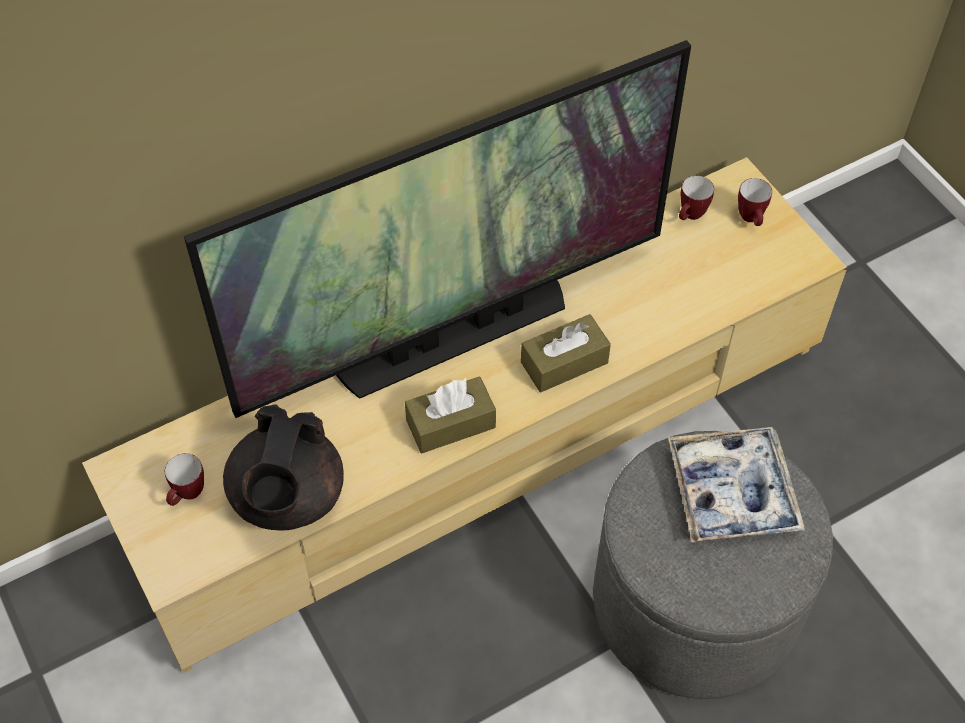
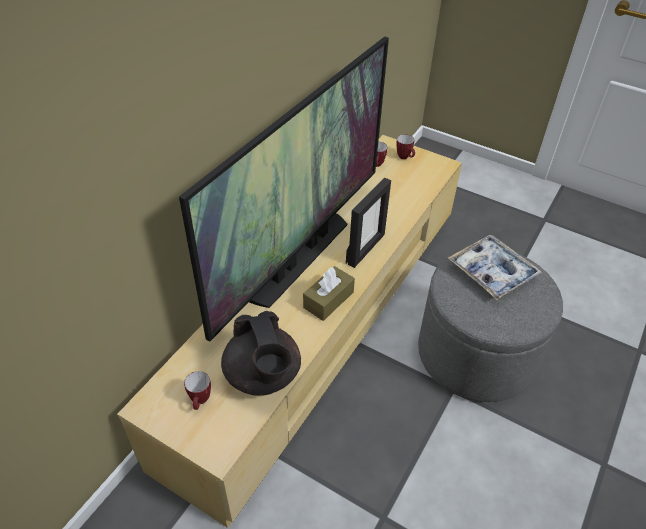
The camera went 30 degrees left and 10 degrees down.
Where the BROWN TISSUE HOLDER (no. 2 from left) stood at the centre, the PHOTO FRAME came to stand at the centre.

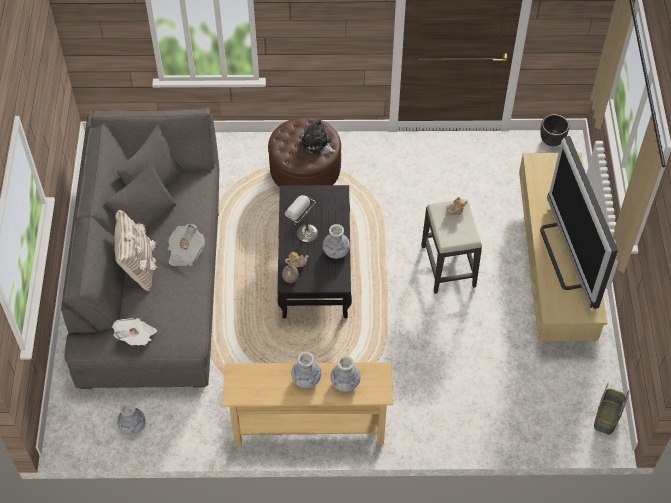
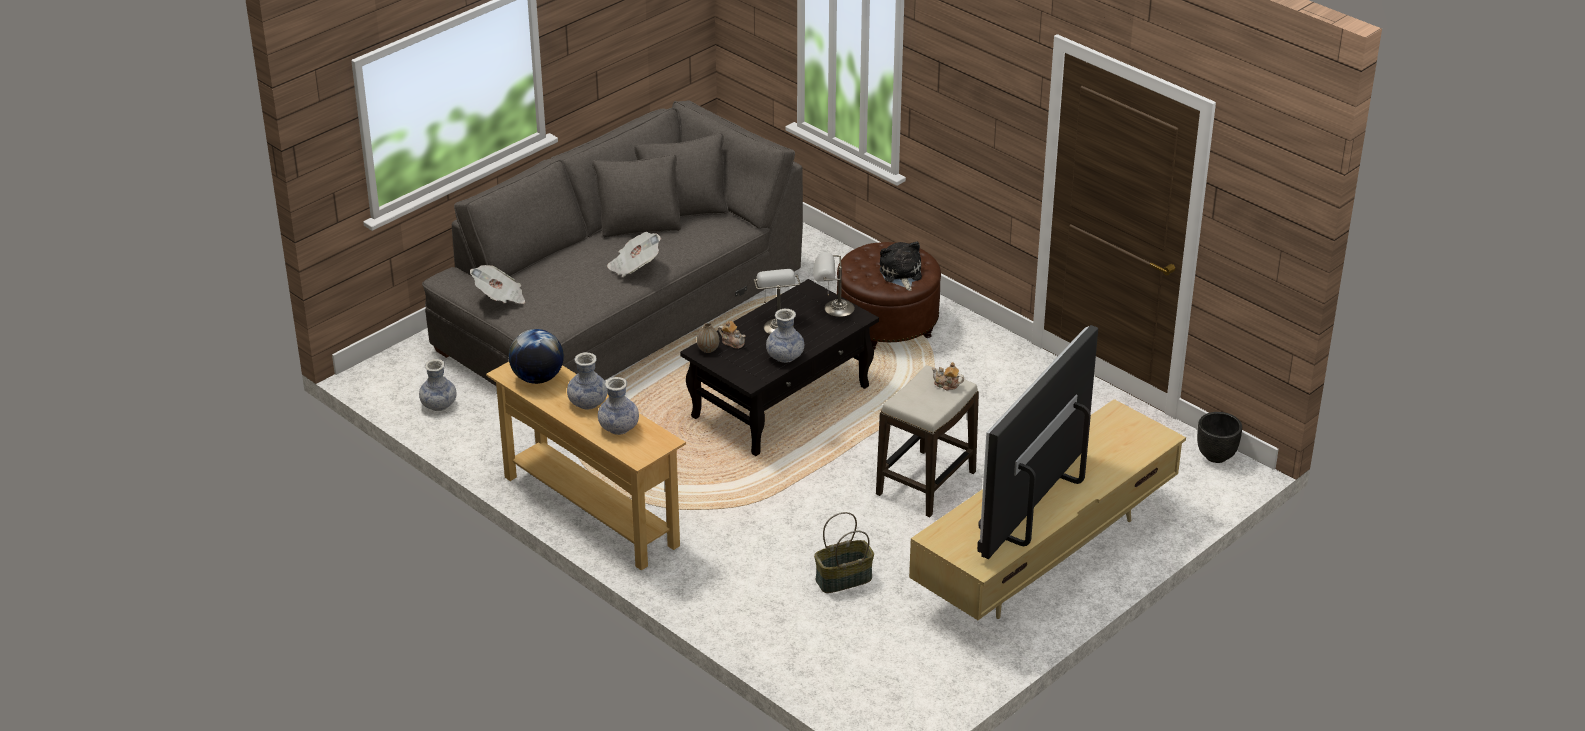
The camera went 45 degrees right and 20 degrees down.
The second view lost the SAND-COLOURED PILLOW at the middle left.
The STORAGE BASKET ended up elsewhere, having gone from the bottom right to the bottom centre.
The second view gained the WHITISH TABLETOP LAMP (no. 2 from left) at the centre.
The second view gained the WORLD GLOBE at the centre.

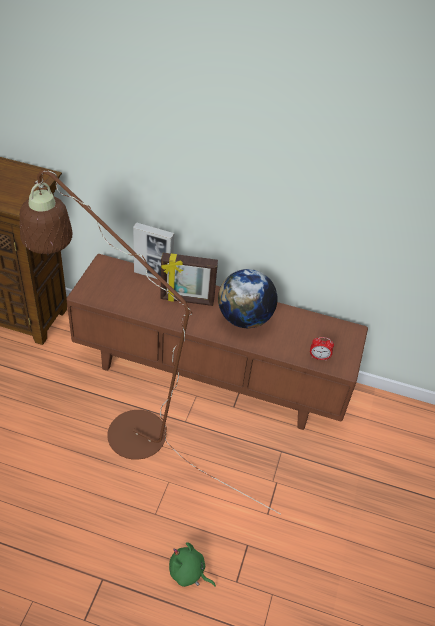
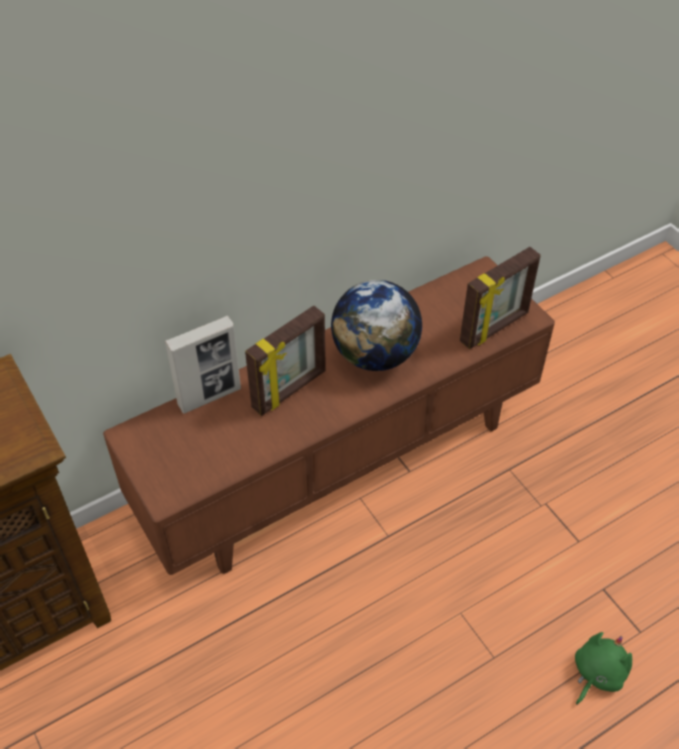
The camera went 45 degrees left and 5 degrees up.
The second view lost the BROWN STANDING LAMP at the centre.
Where the BEDSIDE CLOCK stood at the middle right, the PHOTO FRAME (no. 3 from left) came to stand at the middle right.
The GREENISH PLUSH TOY at the bottom centre ended up facing another way, 150 degrees clockwise from before.

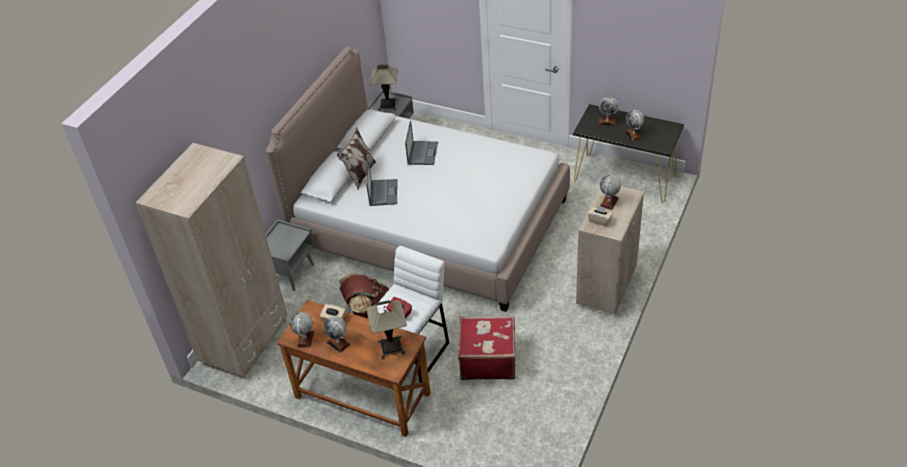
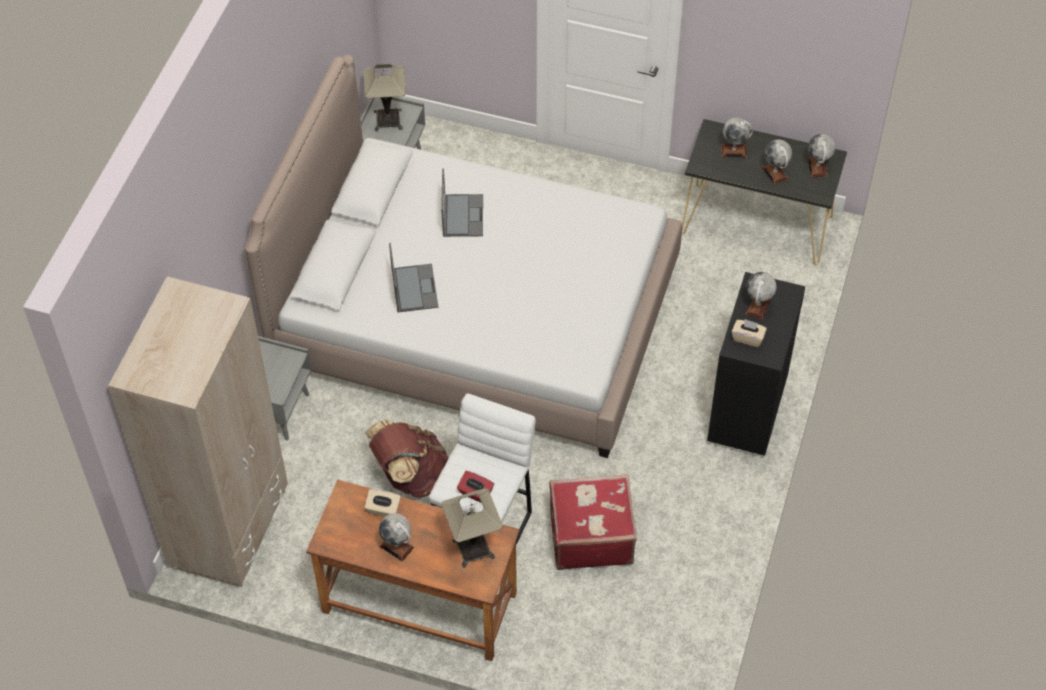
The camera went 10 degrees left and 10 degrees up.
The second view lost the PILLOW at the centre.
What was the SAND-COLOURED STORAGE CABINET at the middle right turned into the BLACK-COLOURED STORAGE CABINET at the middle right.
The WORLD GLOBE (no. 1 from left in the first image) ended up elsewhere, having gone from the bottom left to the top right.

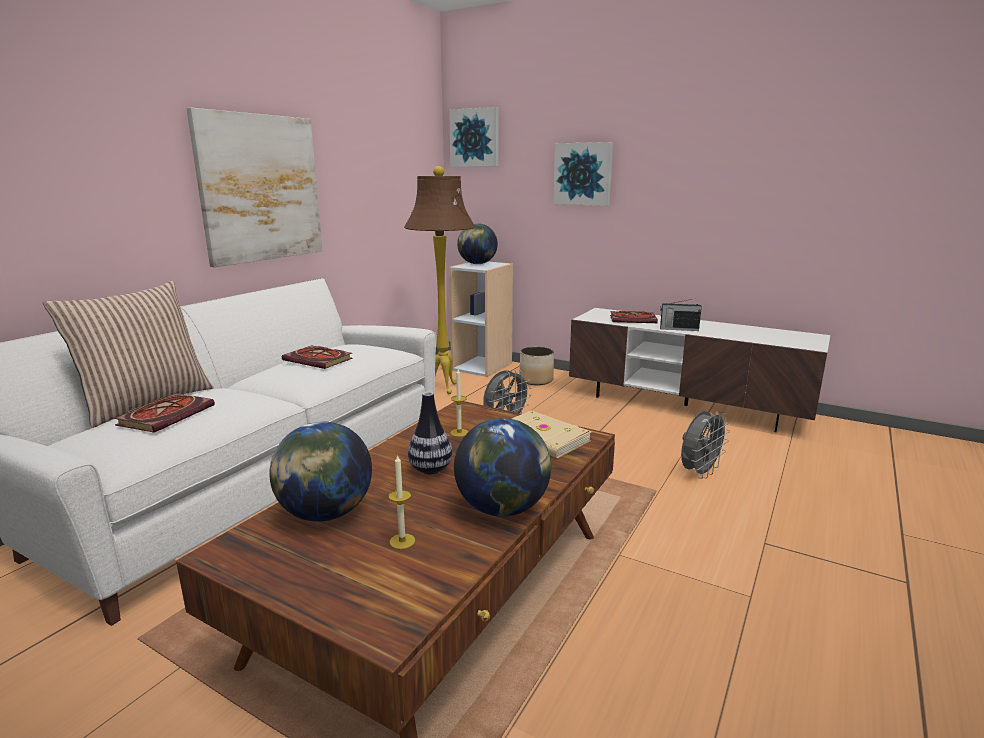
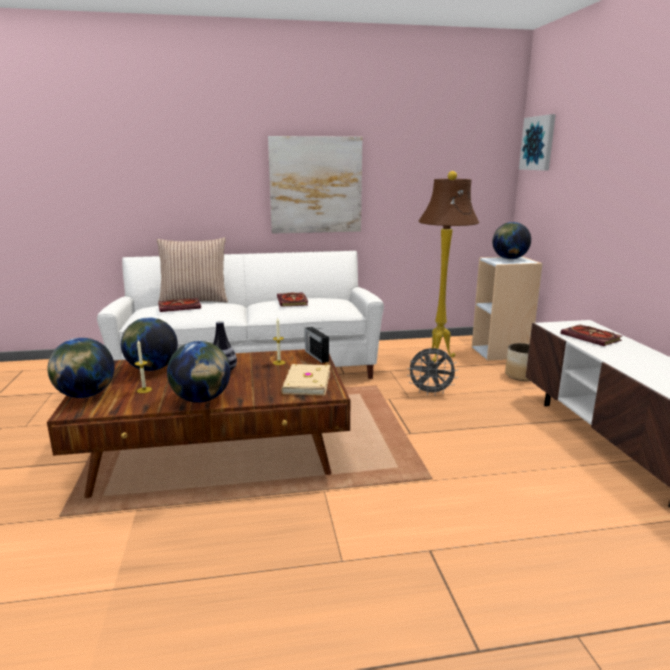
The camera went 50 degrees right and 0 degrees up.
The second view lost the PICTURE (no. 3 from left) at the top centre.
The RADIO ended up elsewhere, having gone from the middle right to the centre.
The second view lost the GREYISH ELECTRIC FAN (no. 2 from left) at the middle right.
The second view gained the WORLD GLOBE (no. 1 from left) at the middle left.

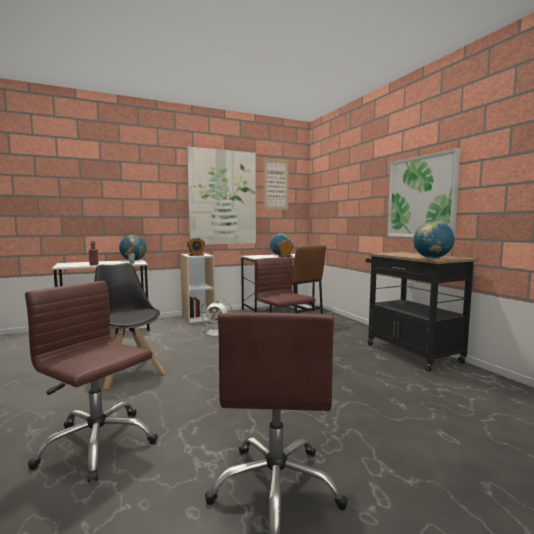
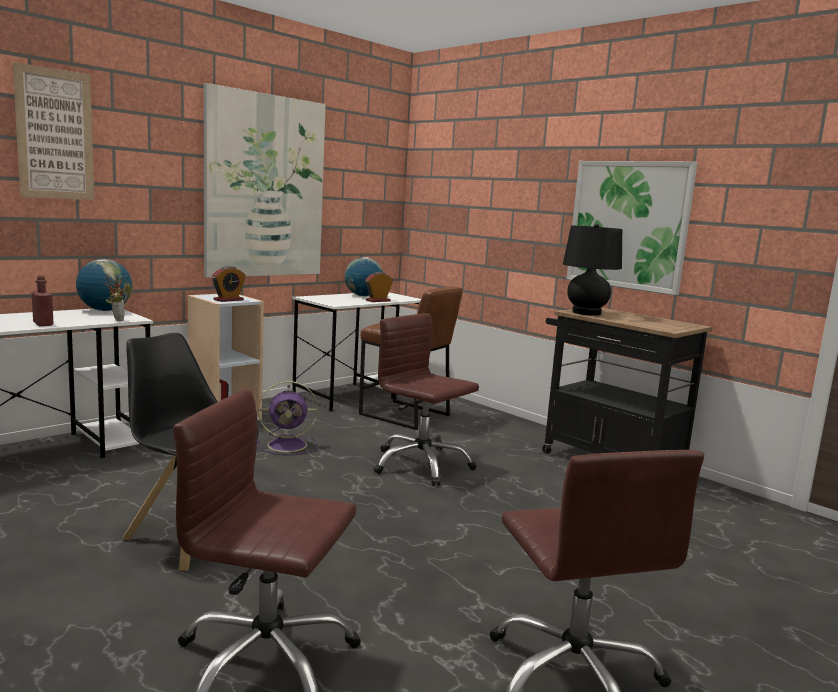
The camera went 20 degrees left and 5 degrees up.
The PICTURE (no. 2 from left in the first image) ended up elsewhere, having gone from the centre to the top left.
The second view lost the WORLD GLOBE (no. 3 from left) at the middle right.
What was the WHITISH ELECTRIC FAN at the centre turned into the PURPLE ELECTRIC FAN at the centre.
The second view gained the BLACK-COLOURED TABLETOP LAMP at the middle right.

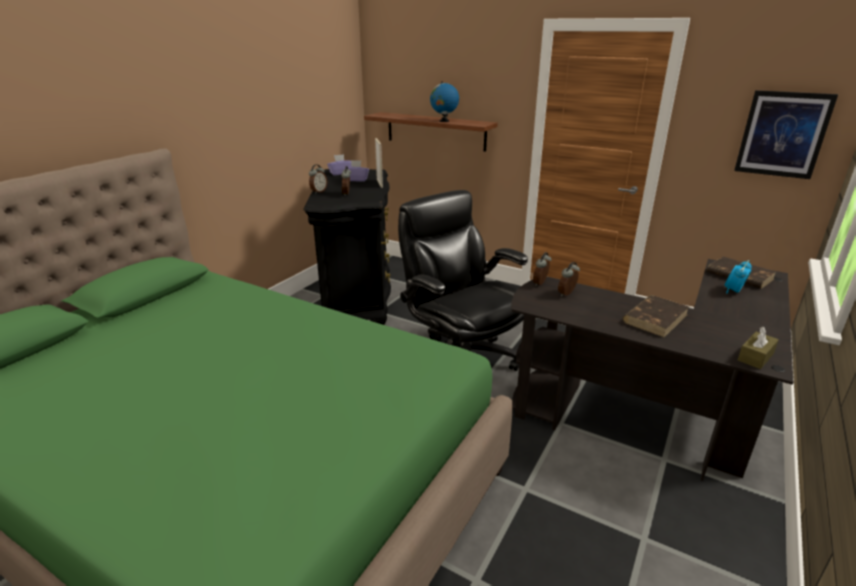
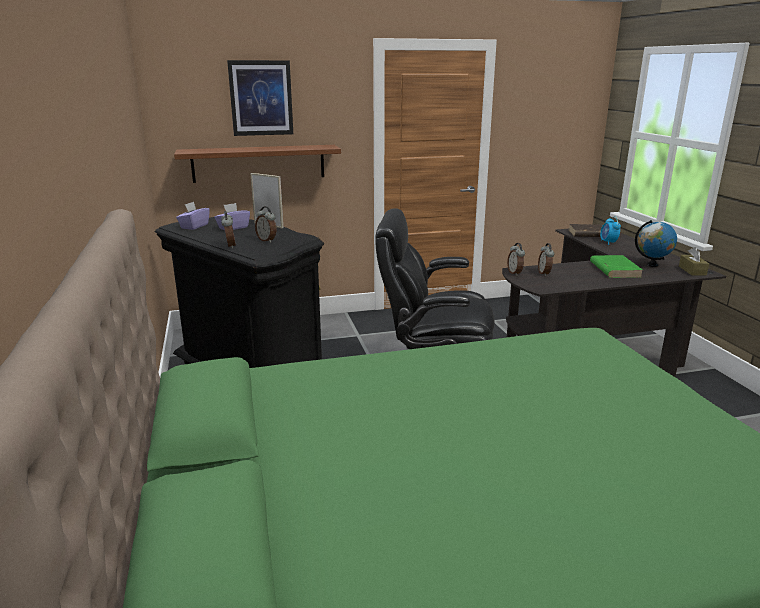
The camera went 45 degrees left and 5 degrees down.
The WORLD GLOBE ended up elsewhere, having gone from the top centre to the middle right.
The PICTURE ended up elsewhere, having gone from the top right to the top centre.
What was the BROWN VOLUME (no. 1 from left) at the middle right turned into the GREENISH VOLUME at the middle right.

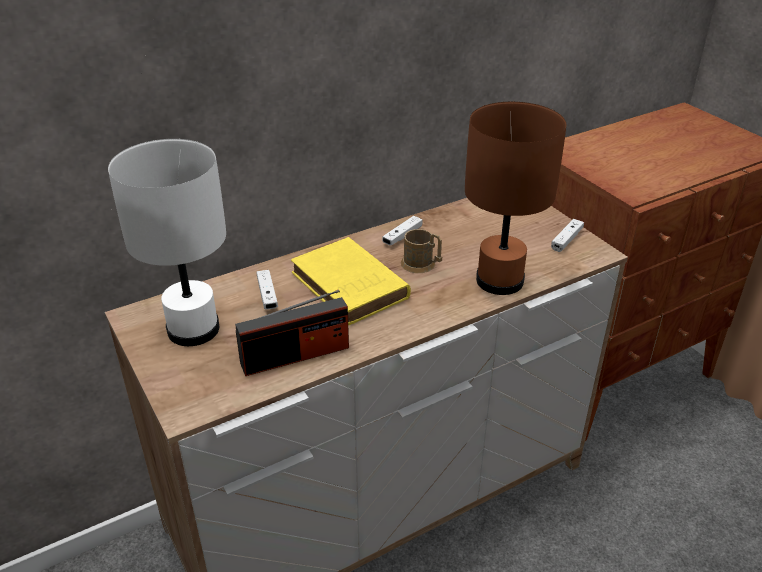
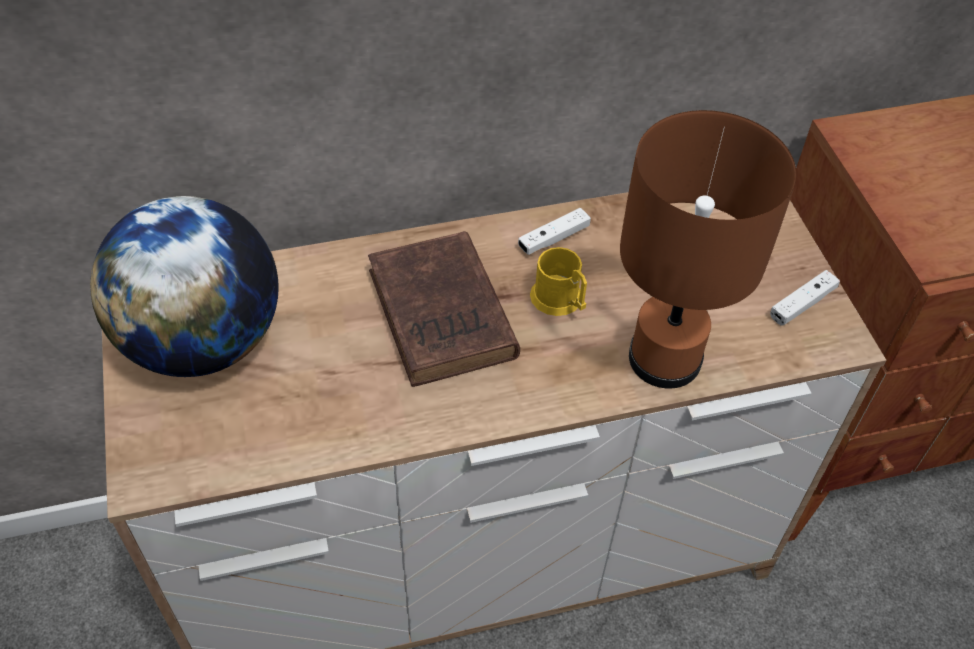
The camera went 15 degrees right and 15 degrees up.
Where the WHITISH TABLETOP LAMP stood at the middle left, the WORLD GLOBE came to stand at the middle left.
What was the BROWN MUG at the centre turned into the YELLOW MUG at the centre.
What was the YELLOW VOLUME at the centre turned into the BROWN VOLUME at the centre.
The second view lost the WHITISH GAME CONTROLLER (no. 1 from left) at the centre.
The second view lost the RADIO at the centre.

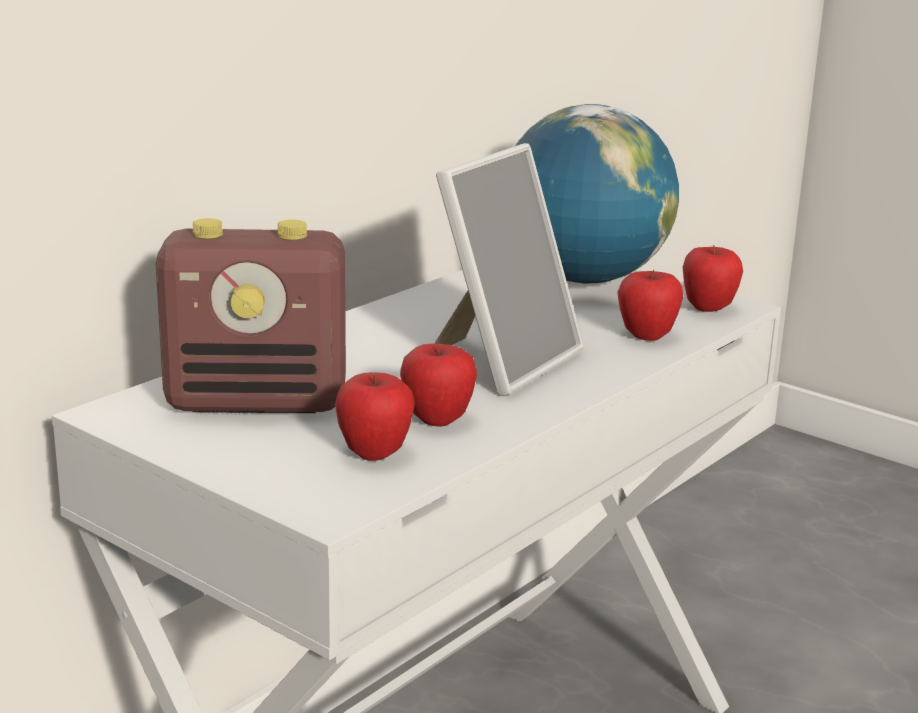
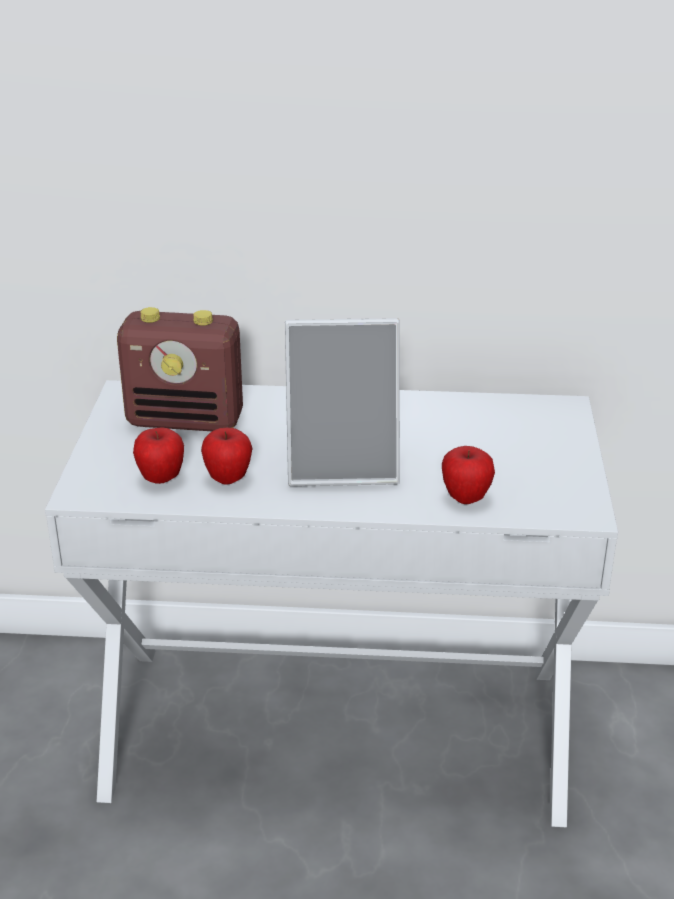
The camera went 55 degrees right and 10 degrees up.
The second view lost the WORLD GLOBE at the top centre.
The RADIO at the middle left ended up facing another way, 45 degrees counterclockwise from before.
The second view lost the APPLE FRUIT (no. 4 from left) at the middle right.

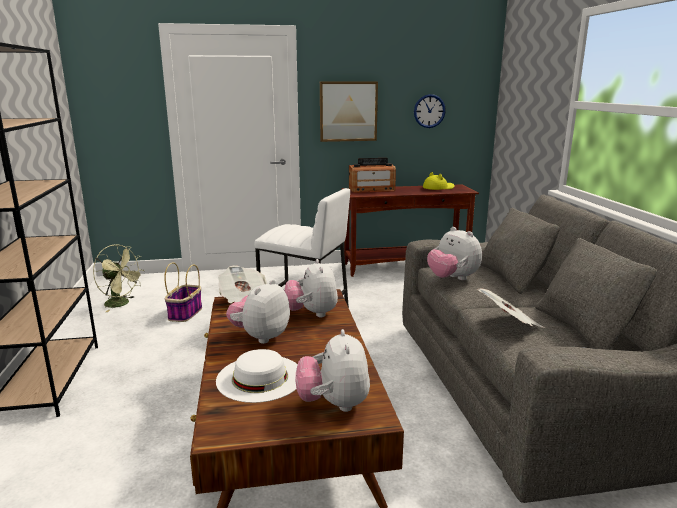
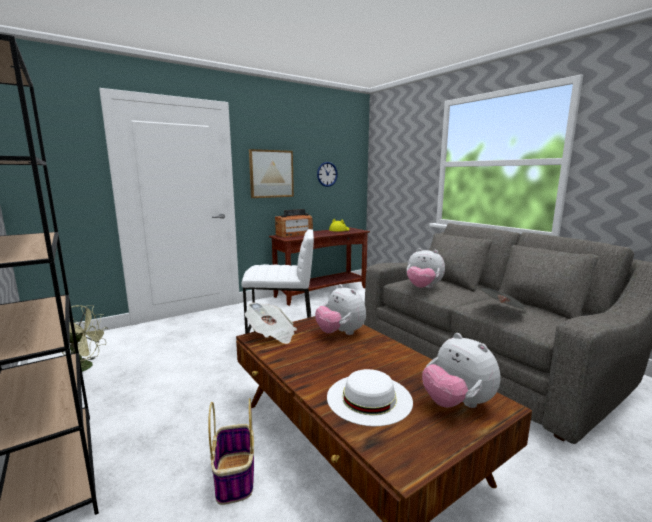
The camera went 25 degrees left and 5 degrees down.
The STORAGE BASKET ended up elsewhere, having gone from the middle left to the bottom centre.
The second view lost the PLUSH TOY (no. 1 from left) at the centre.

